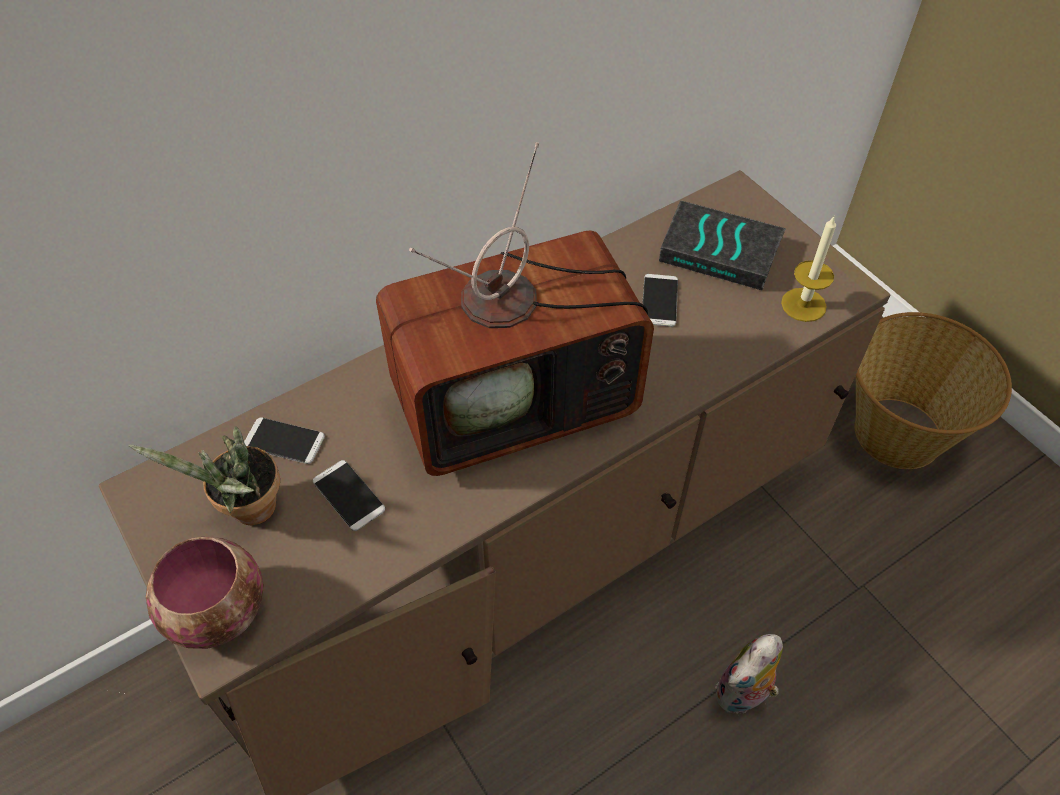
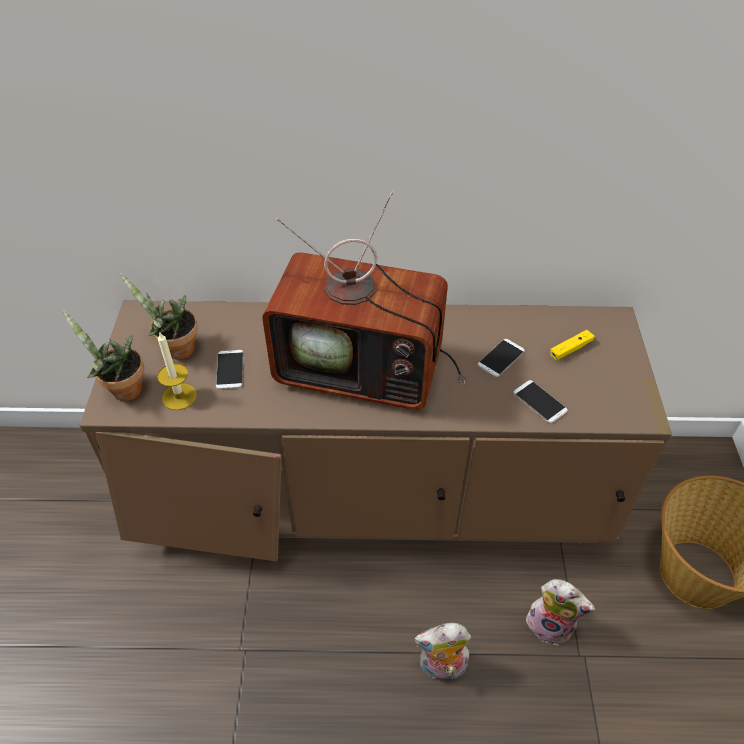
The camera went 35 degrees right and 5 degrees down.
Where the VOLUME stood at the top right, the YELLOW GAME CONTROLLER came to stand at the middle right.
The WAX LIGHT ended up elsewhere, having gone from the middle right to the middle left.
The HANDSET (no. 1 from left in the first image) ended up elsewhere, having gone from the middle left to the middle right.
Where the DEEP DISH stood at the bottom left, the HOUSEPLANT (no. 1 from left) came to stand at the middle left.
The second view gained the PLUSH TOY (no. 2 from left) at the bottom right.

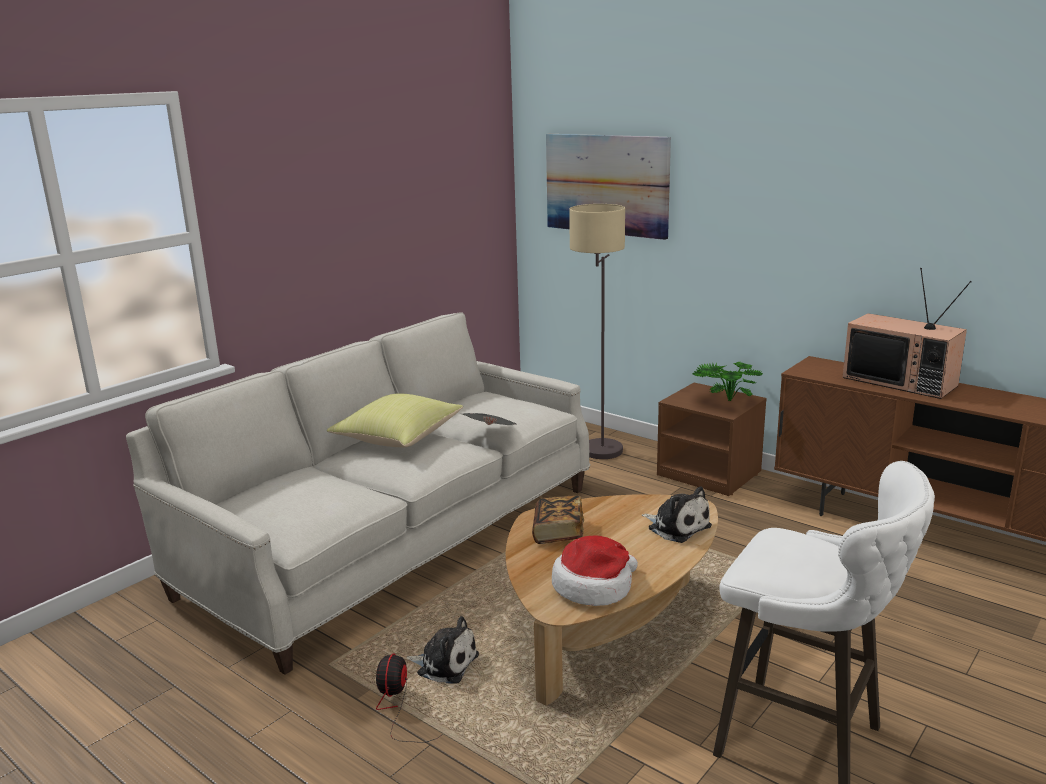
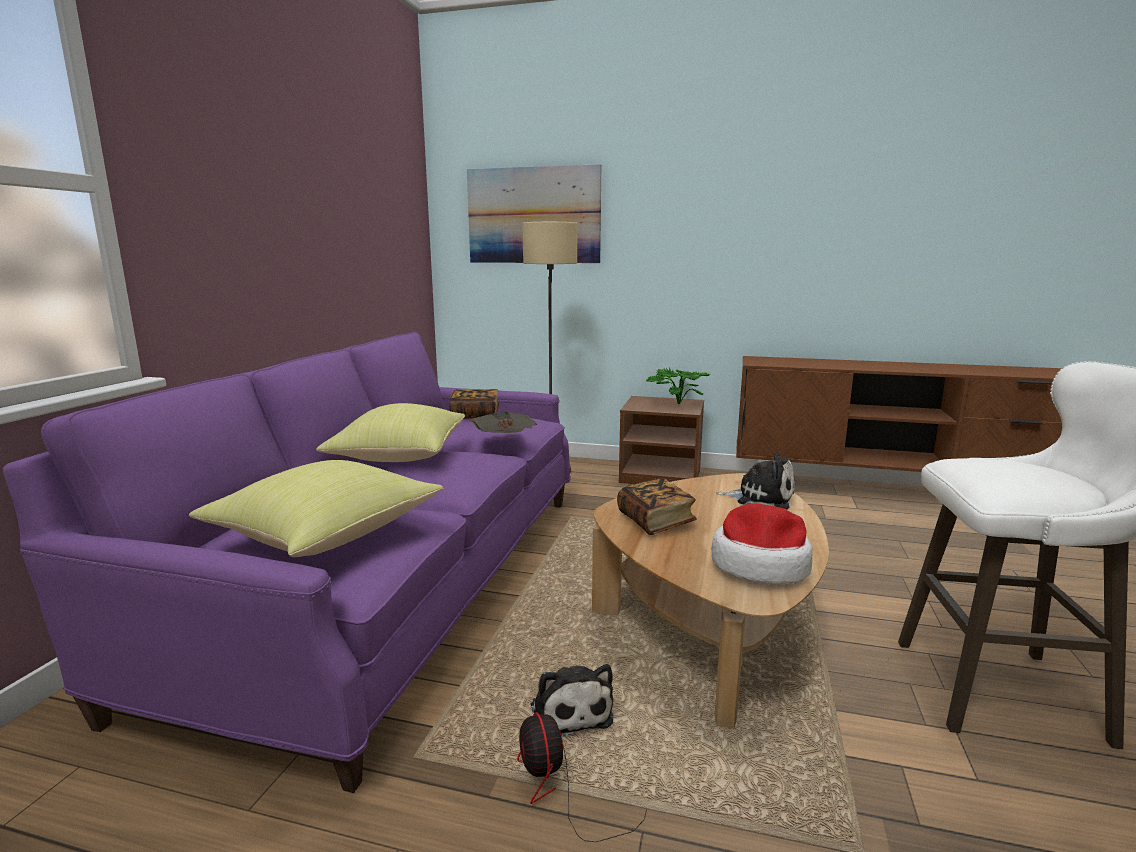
The camera went 25 degrees left and 5 degrees down.
The second view lost the TV at the middle right.
What was the WHITISH COUCH at the centre turned into the PURPLE COUCH at the middle left.
The PLUSH TOY (no. 1 from left) at the bottom centre ended up facing another way, 75 degrees clockwise from before.
The second view gained the VOLUME (no. 1 from left) at the centre.
The second view gained the YELLOW PILLOW (no. 1 from left) at the middle left.

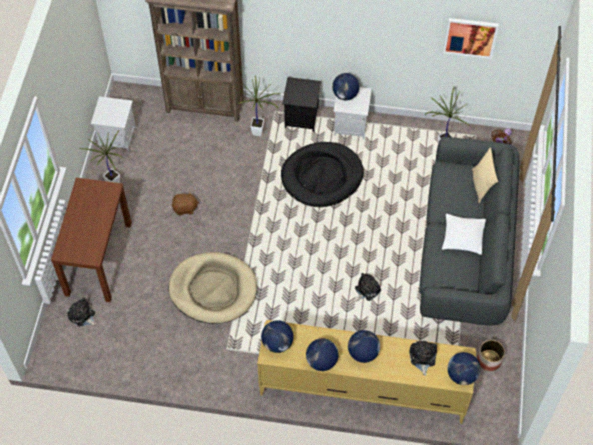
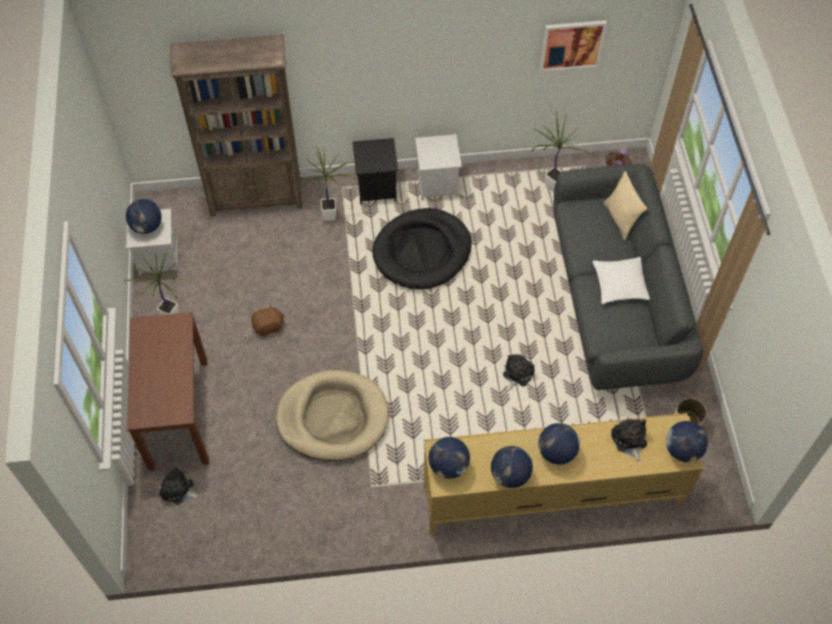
The camera went 15 degrees left and 0 degrees up.
The WORLD GLOBE (no. 3 from left in the first image) ended up elsewhere, having gone from the top centre to the middle left.

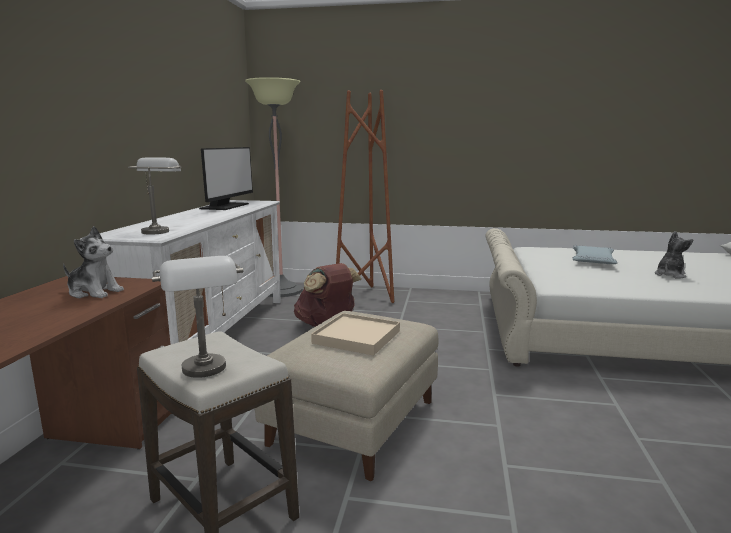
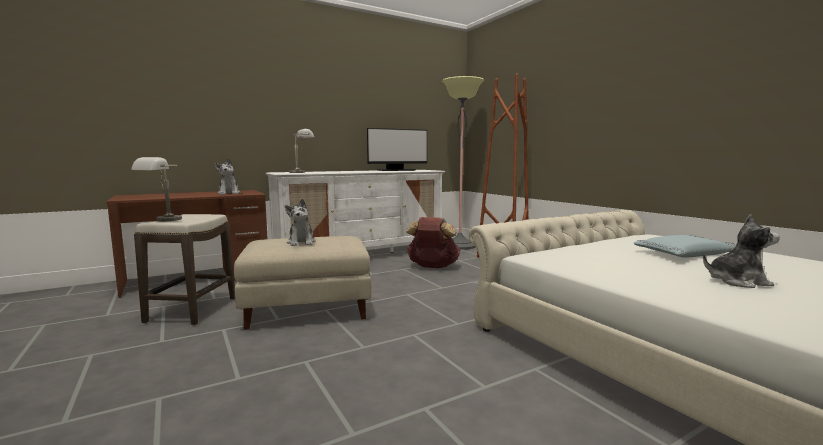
The camera went 50 degrees right and 5 degrees down.
Where the SAND-COLOURED TRAY stood at the centre, the PLUSH TOY (no. 2 from left) came to stand at the centre.

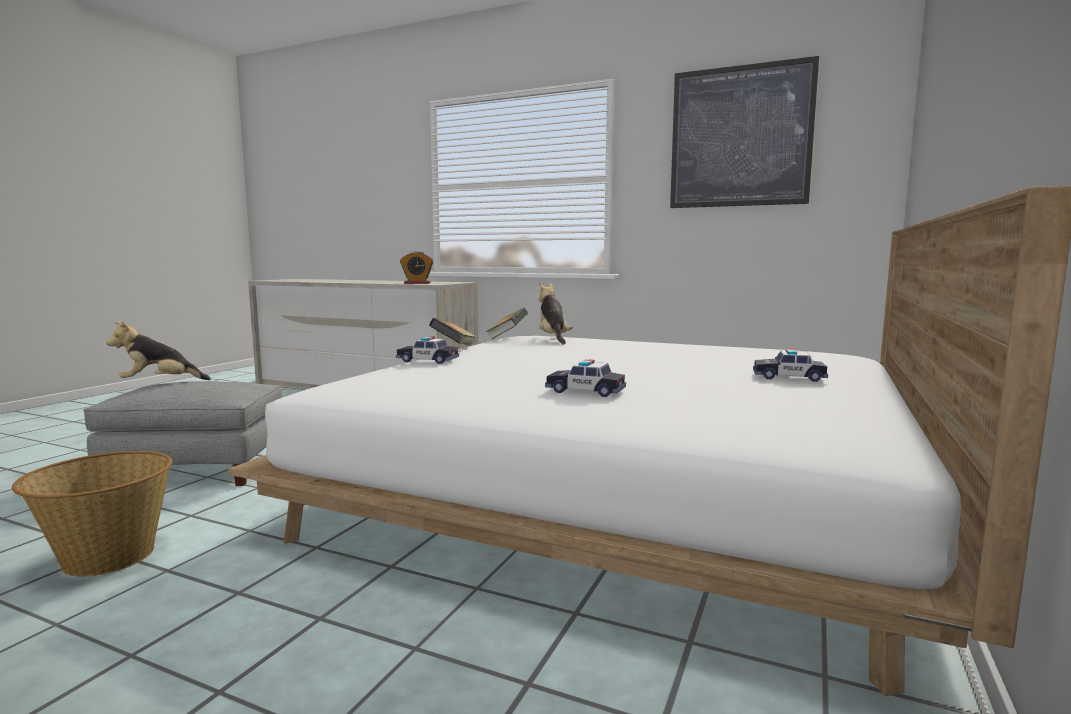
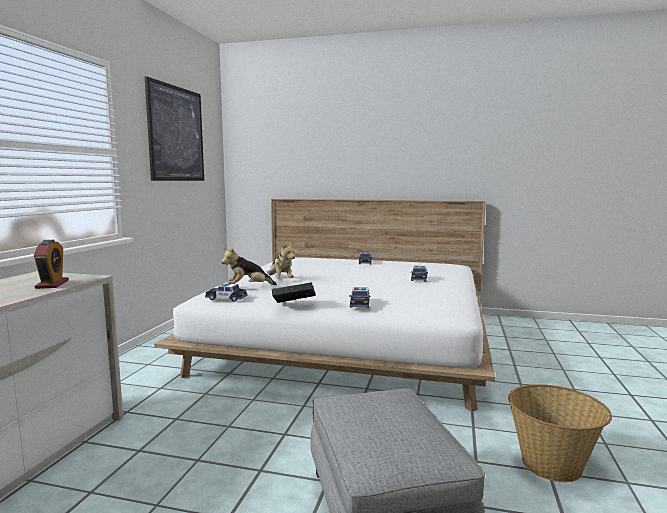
The camera went 100 degrees left and 0 degrees up.
Where the VOLUME (no. 2 from left) stood at the centre, the MINIATURE CAR (no. 1 from left) came to stand at the centre.
The PLUSH TOY (no. 1 from left in the first image) ended up elsewhere, having gone from the middle left to the centre.

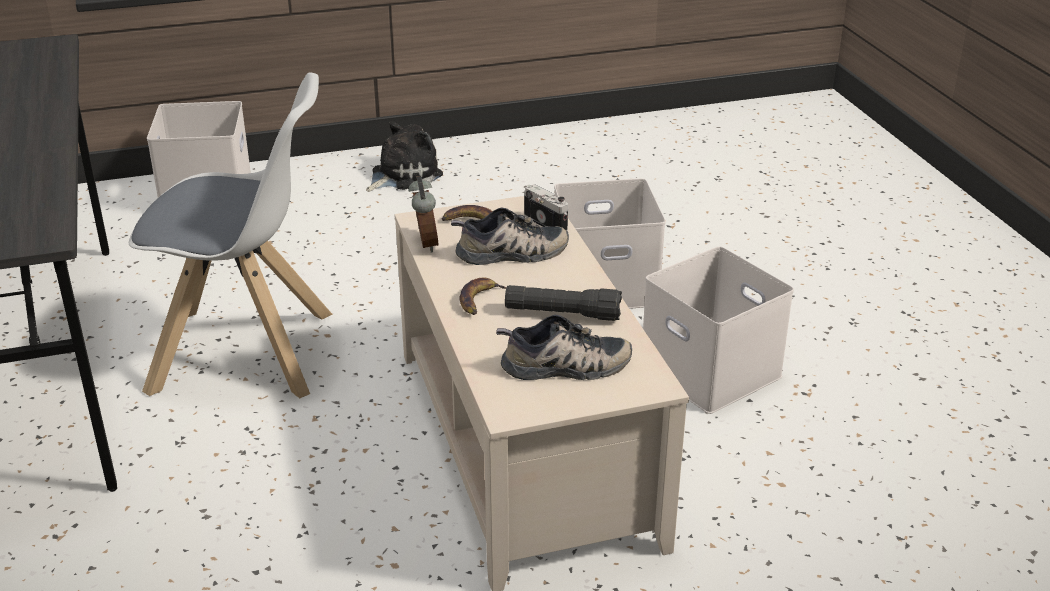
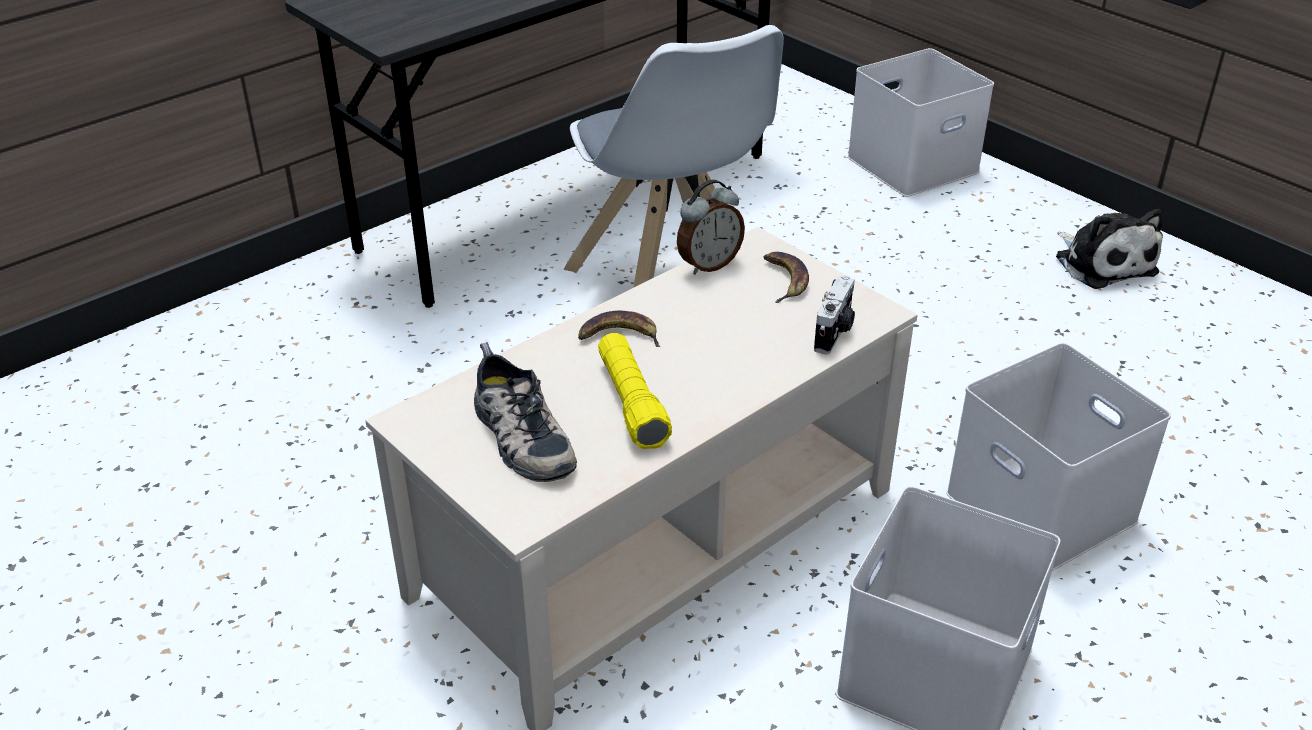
The camera went 65 degrees right and 5 degrees up.
The PLUSH TOY at the top centre ended up facing another way, 45 degrees clockwise from before.
The second view lost the ITEM OF FOOTWEAR (no. 1 from left) at the centre.
What was the BLACK-COLOURED FLASHLIGHT at the centre turned into the YELLOW FLASHLIGHT at the centre.

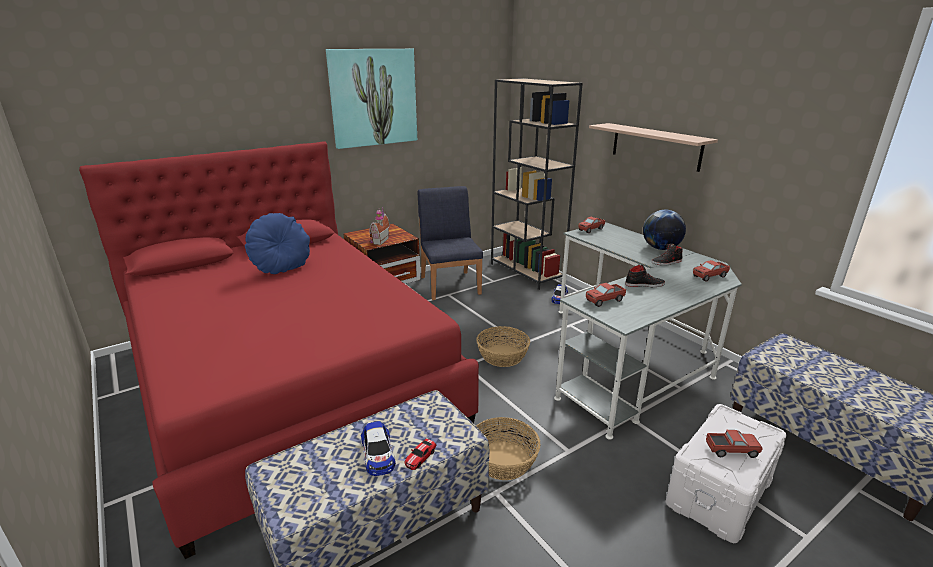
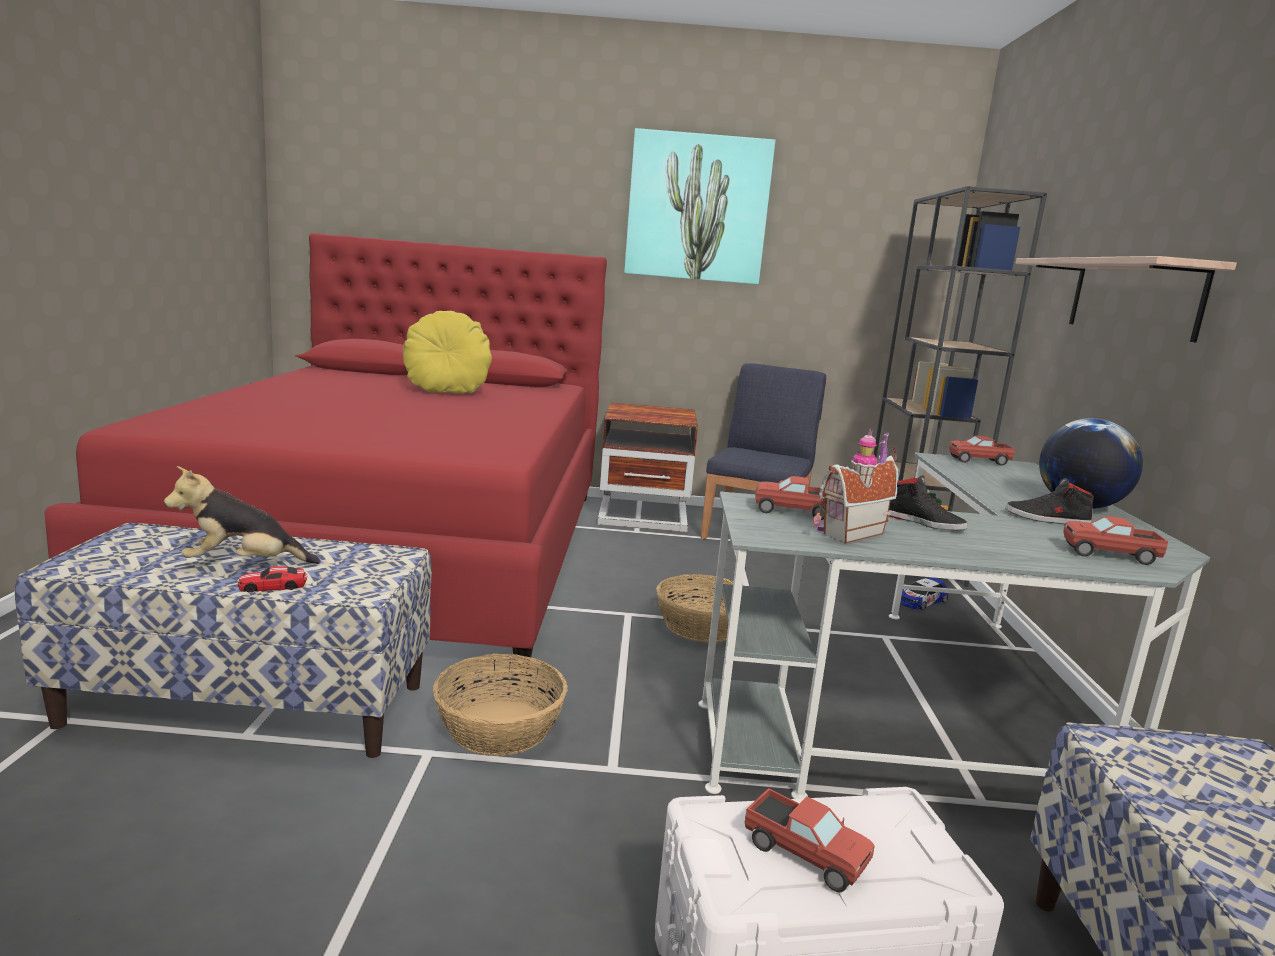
The camera went 35 degrees right and 10 degrees down.
The MINIATURE HOUSE ended up elsewhere, having gone from the centre to the middle right.
What was the BLUE PILLOW at the middle left turned into the YELLOW PILLOW at the centre.
Where the MINIATURE CAR (no. 1 from left) stood at the bottom centre, the PLUSH TOY came to stand at the middle left.

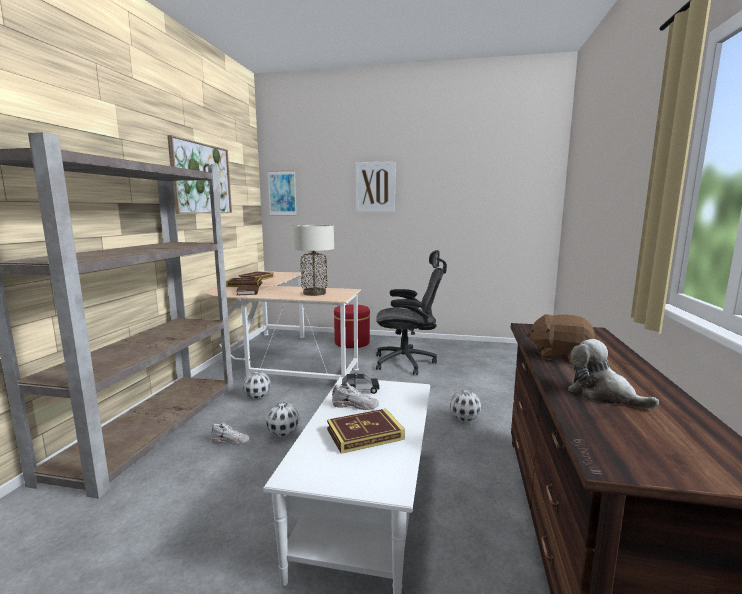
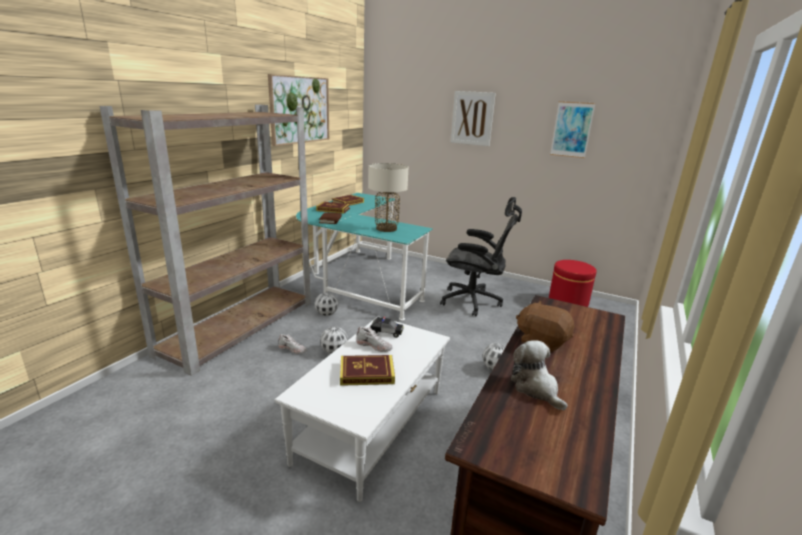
The camera went 15 degrees right and 10 degrees up.
The PICTURE (no. 2 from left in the first image) ended up elsewhere, having gone from the top centre to the top right.
What was the SAND-COLOURED DESK UNIT at the centre turned into the BLUE-GREEN DESK UNIT at the centre.
The RED-COLOURED POUFFE ended up elsewhere, having gone from the centre to the middle right.

